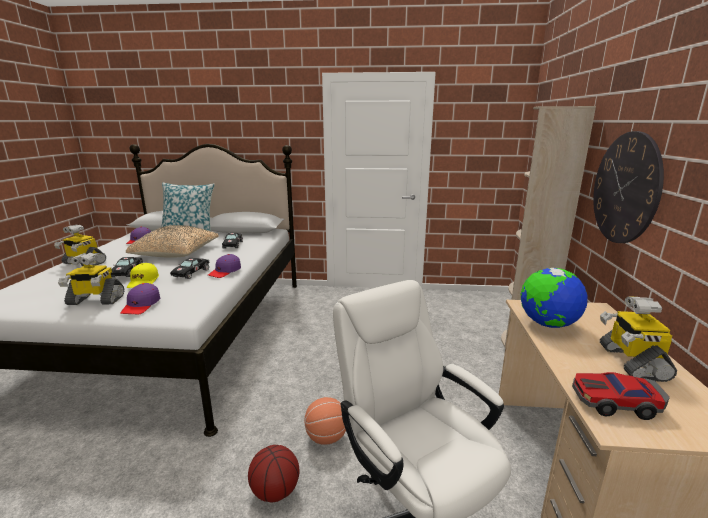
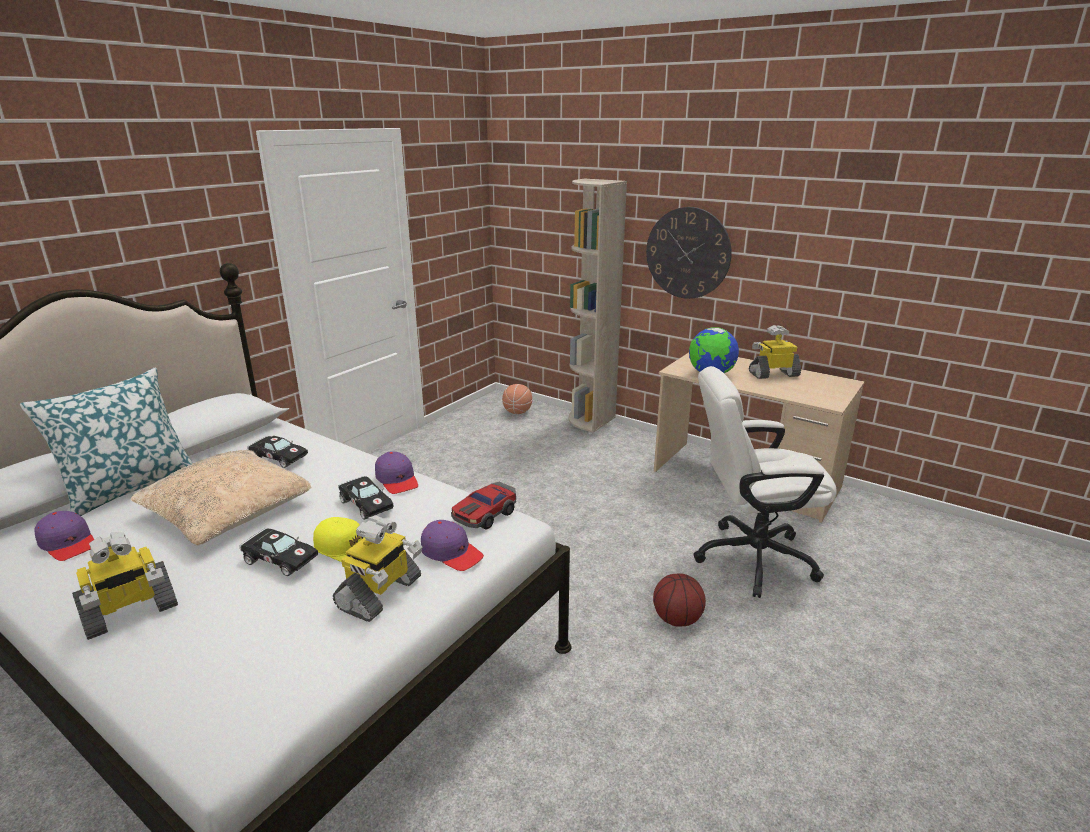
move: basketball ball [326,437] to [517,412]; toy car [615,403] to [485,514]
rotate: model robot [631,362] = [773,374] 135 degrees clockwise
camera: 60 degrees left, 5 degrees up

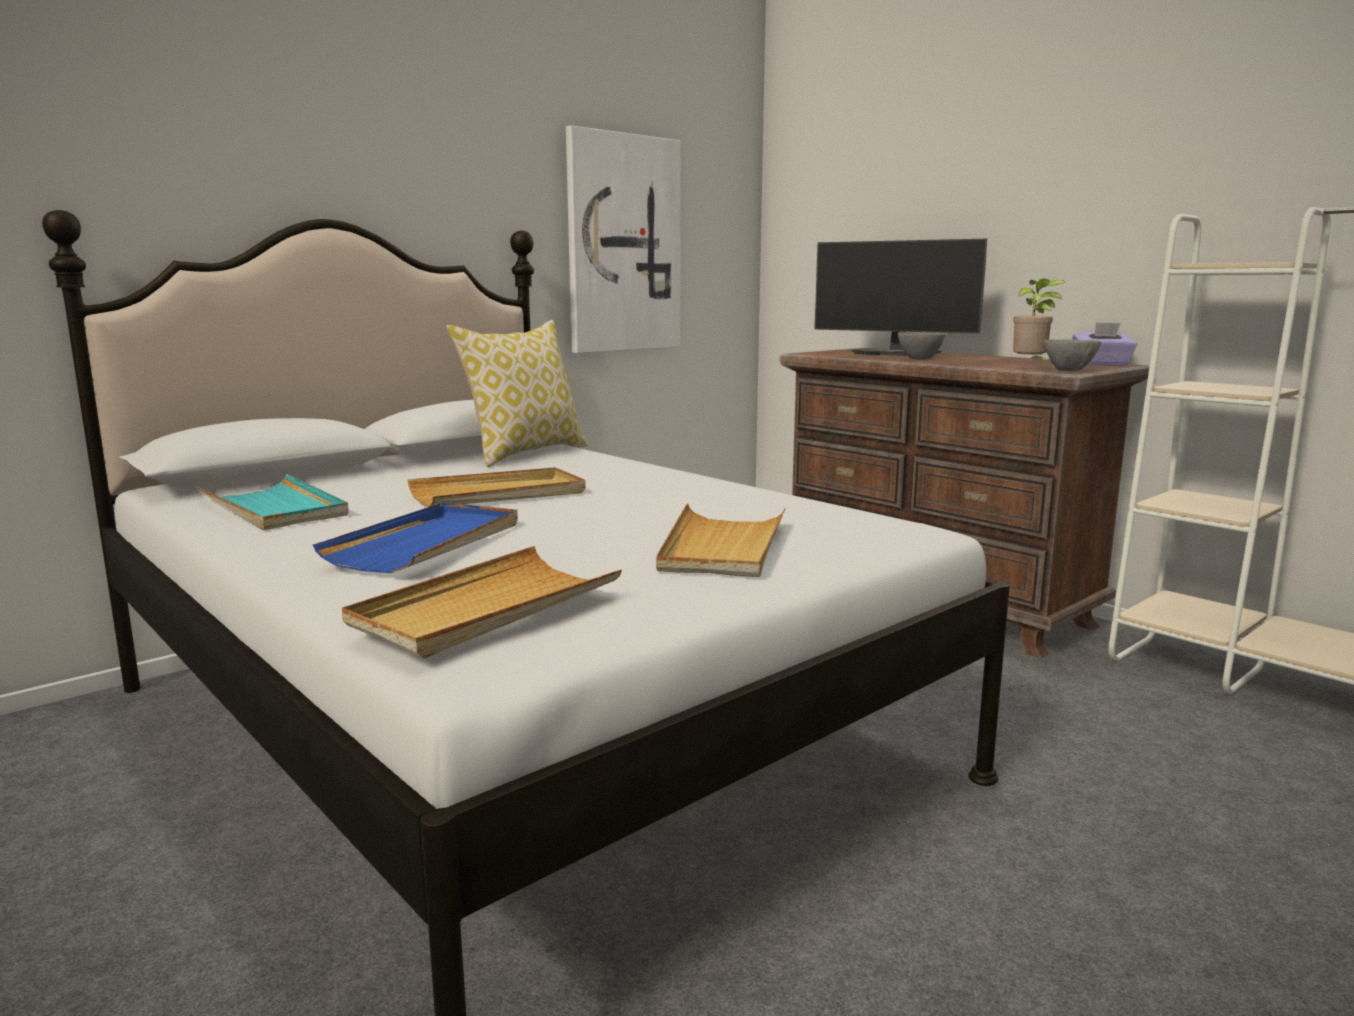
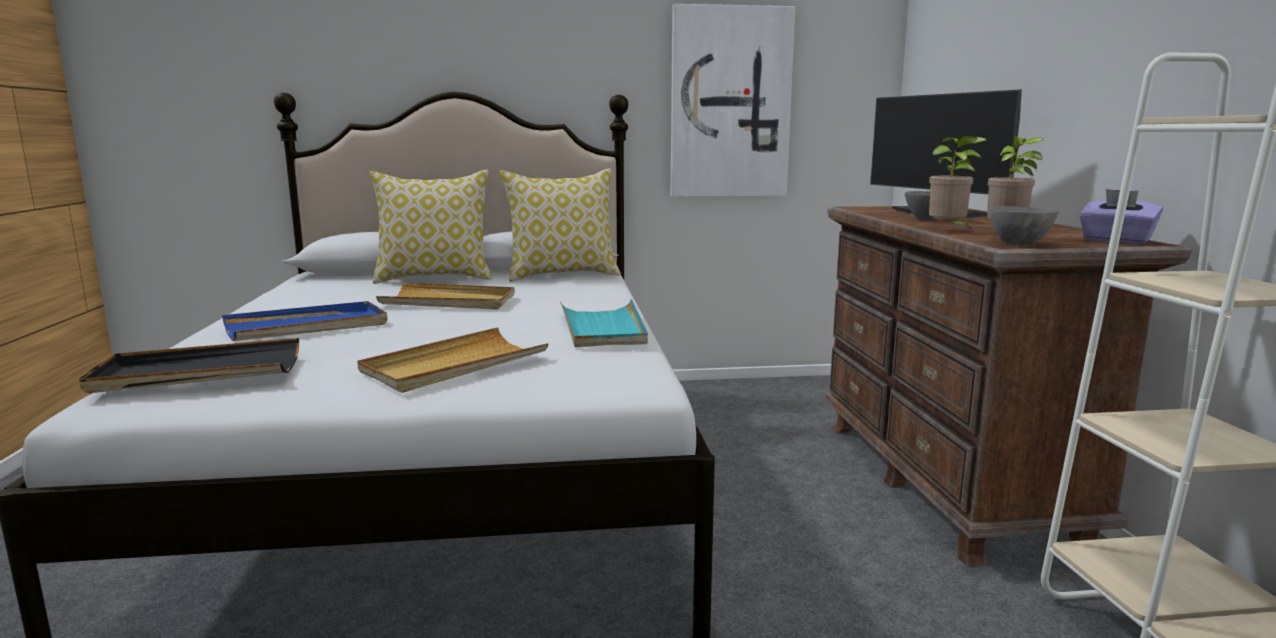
insert: pillow [435,278]; houseplant [949,231]
move: carrying tray (turquoise) [274,508] to [603,328]
recolor: carrying tray (sand-coloured) [486,608] to carrying tray (blackish) [198,372]
camera: 35 degrees right, 0 degrees up

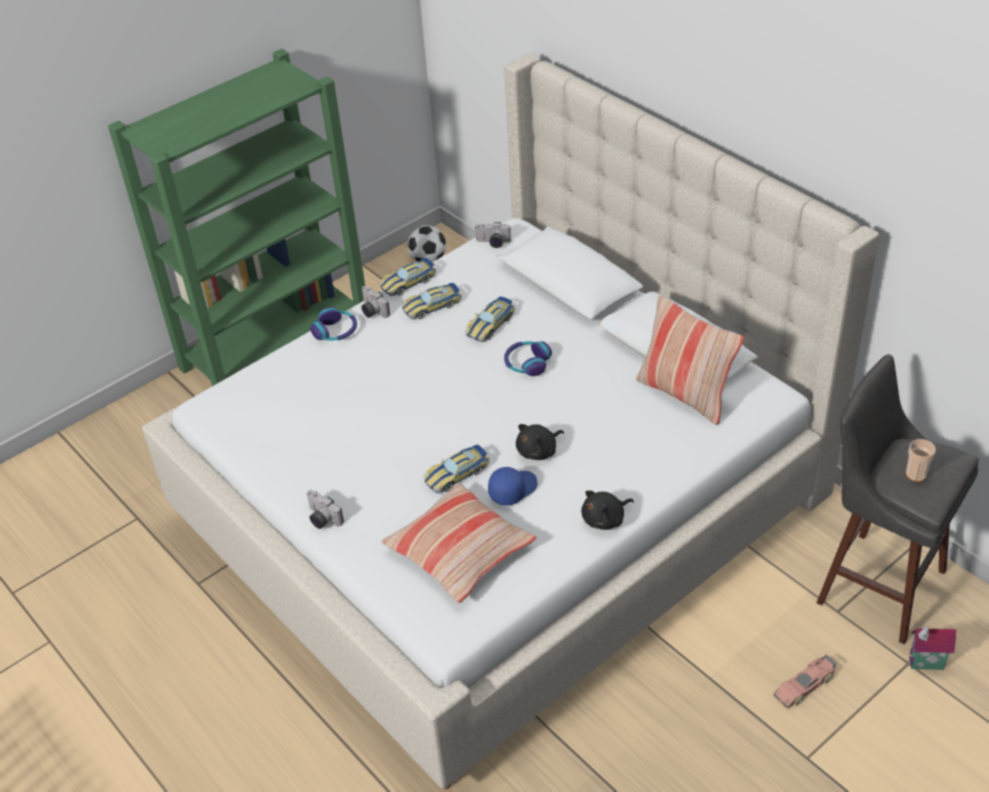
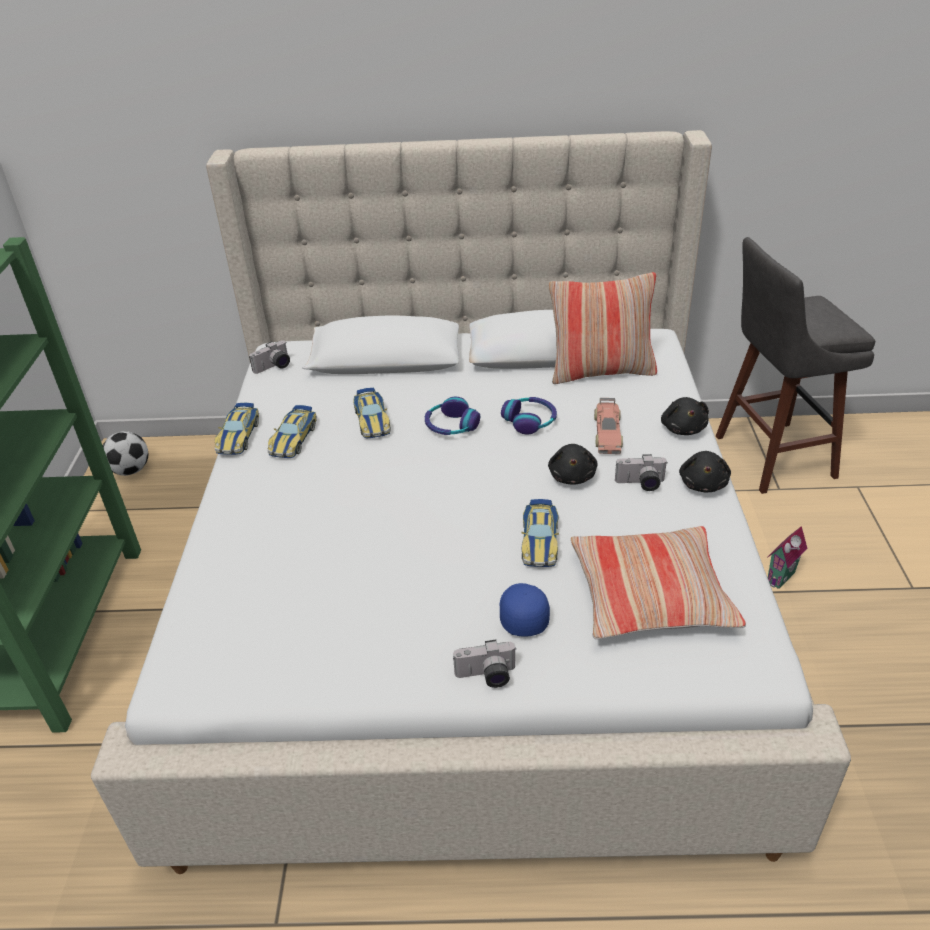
delete: small cup [916,474]
insert: cuddly toy (blackish) [683,428]
move: pair of headphones [336,331] to [530,421]; photo camera [372,311] to [640,484]; baseball cap (bluish) [512,489] to [522,613]; toy car [805,685] to [607,433]; miniature house [926,665] to [782,578]
camera: 50 degrees left, 5 degrees down

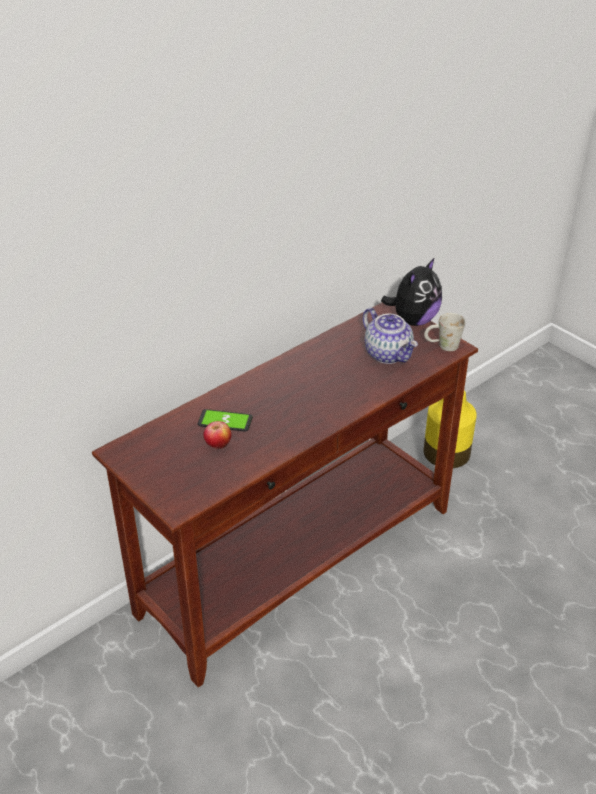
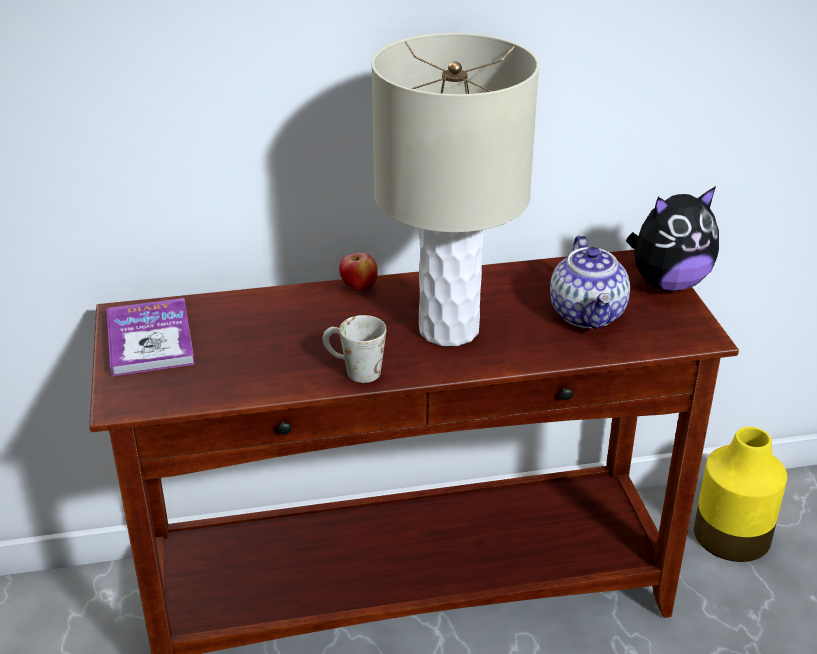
delete: phone [225,421]
insert: volume [150,340]; lamp for a table (sand-coloured) [449,329]
move: apple fruit [218,446] to [359,289]; mug (white-coloured) [442,346] to [353,370]
camera: 30 degrees right, 5 degrees down

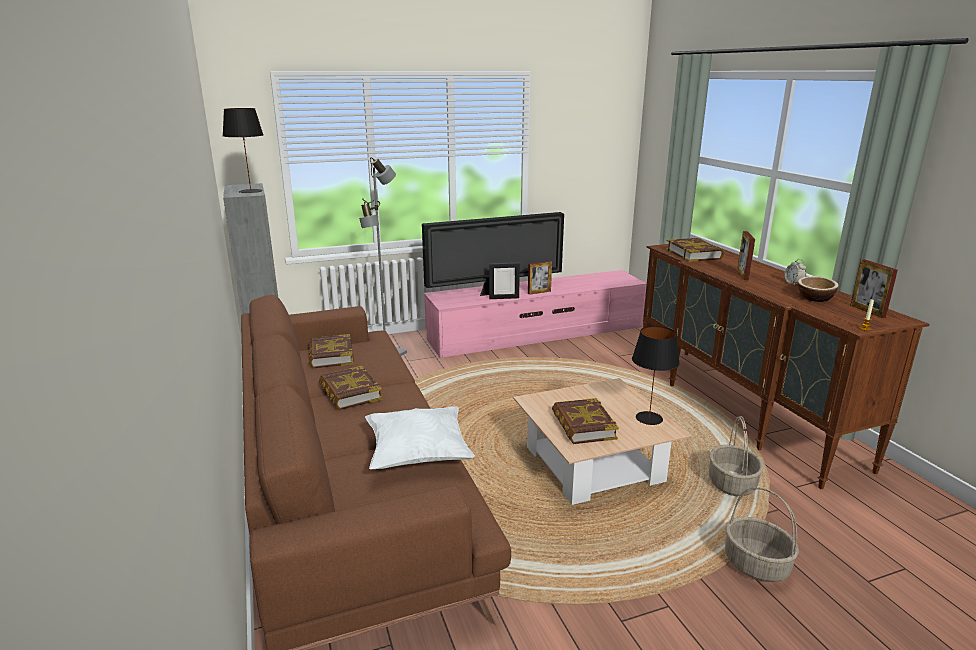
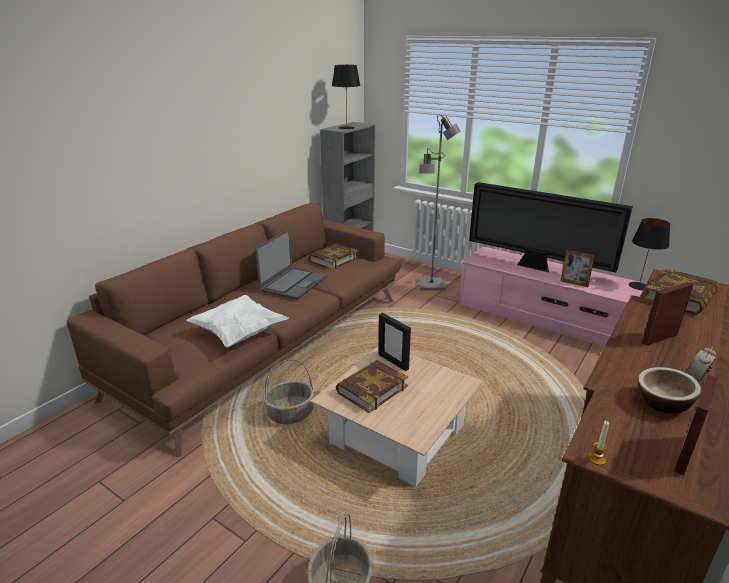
move: photo frame [504,298] to [394,361]; lamp for a table (blackish) [649,418] to [639,286]; household basket [732,484] to [290,414]
replace: volume [350,393] to laptop [293,284]
camera: 55 degrees right, 5 degrees up

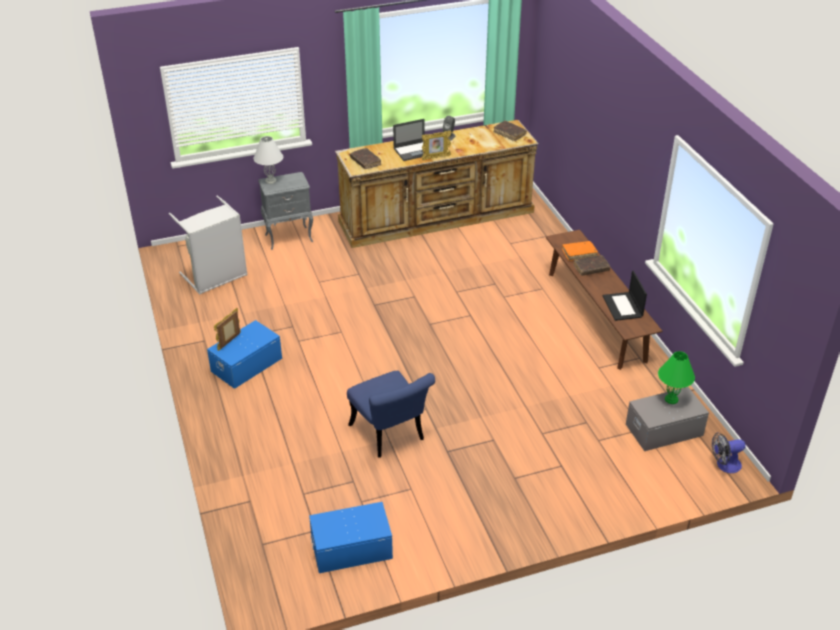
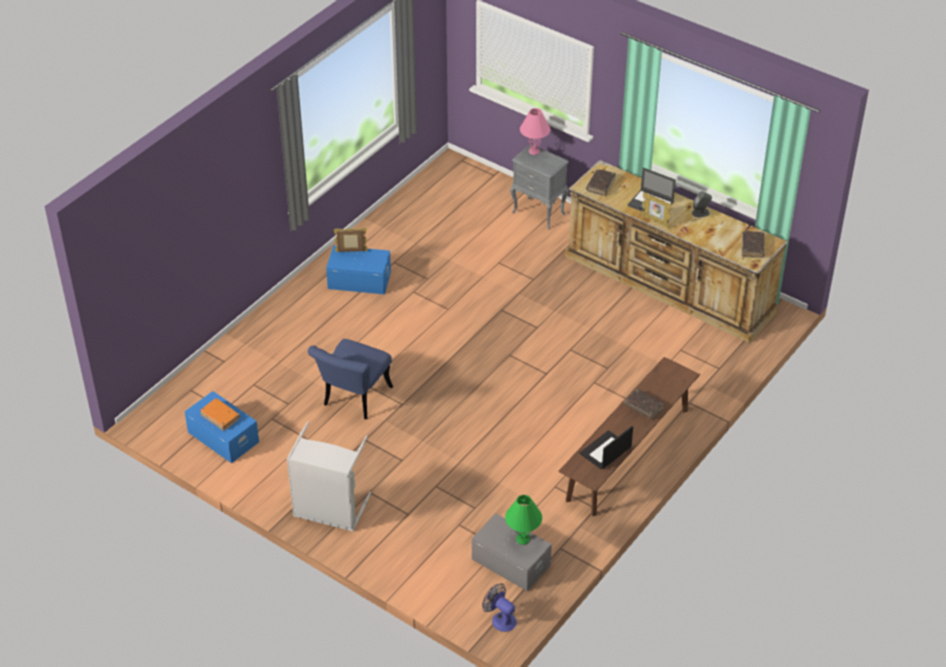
move: laundry basket (grey) [216,278] to [329,511]; volume (orangey) [579,253] to [220,417]
recolor: lamp for a table (white-coloured) [270,180] to lamp for a table (pinkish) [534,151]
camera: 55 degrees right, 5 degrees up

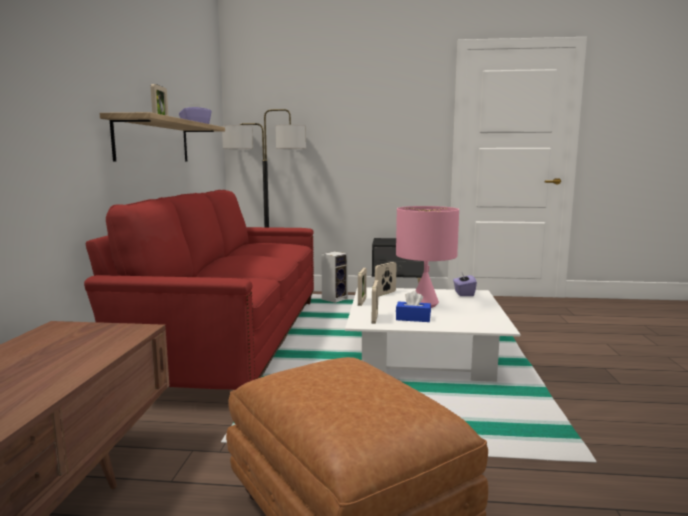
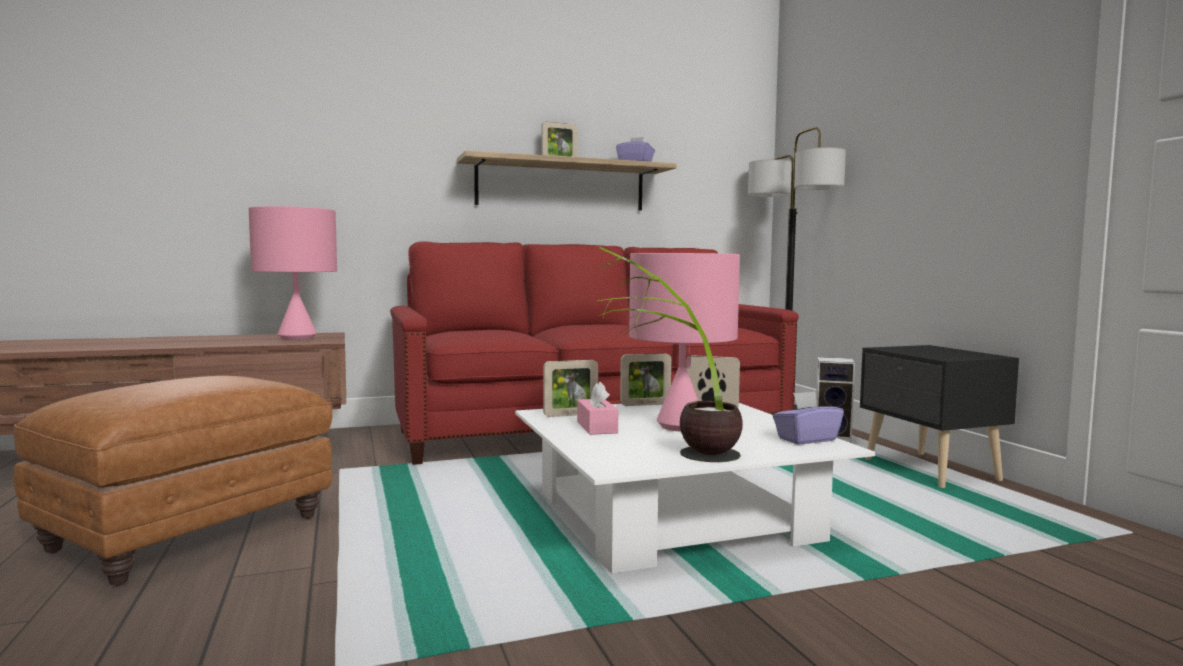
insert: lamp for a table (pinkish) [297,338]; houseplant [673,451]
recolor: tissue holder (bluish) [413,318] to tissue holder (pinkish) [597,427]
camera: 65 degrees right, 5 degrees down

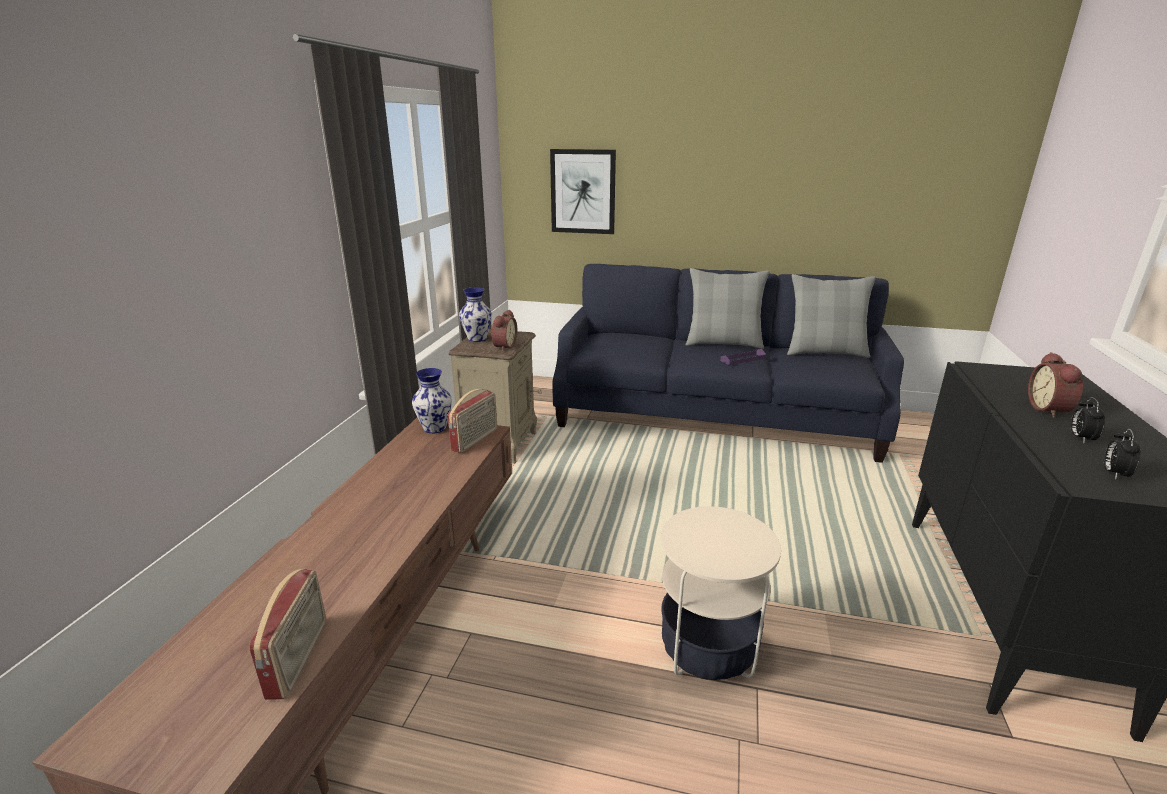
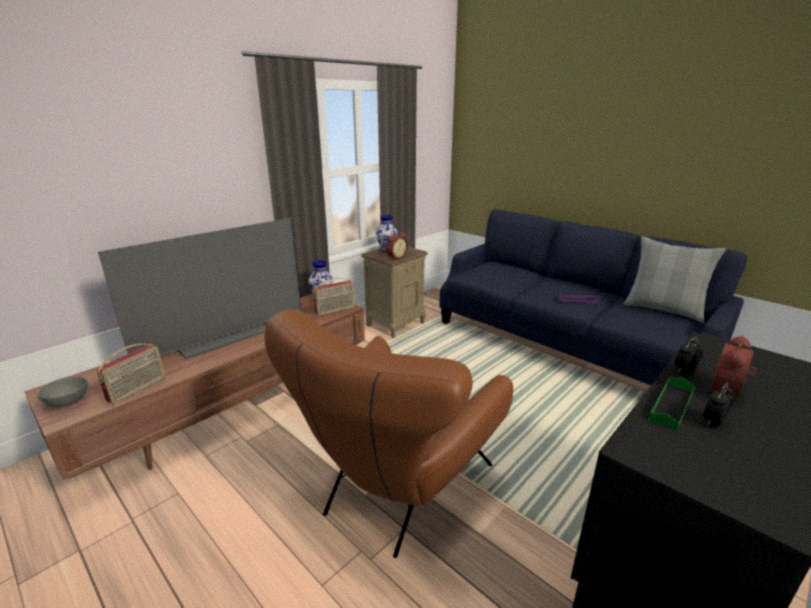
delete: picture [583,191]; pillow (grey) [723,343]
insert: serving bowl (grey) [66,402]; television [222,336]; carrying tray (greenish) [671,405]
move: table clock [1114,474] to [684,370]
replace: accent table (sand-coloured) [707,650] to lounge chair (brown) [396,491]
camera: 30 degrees right, 0 degrees up

